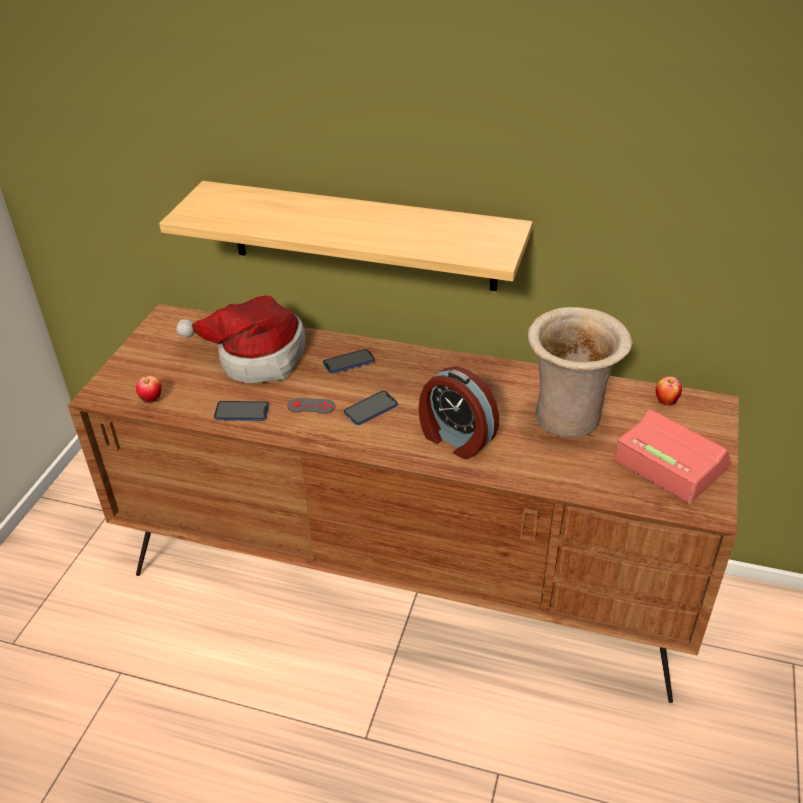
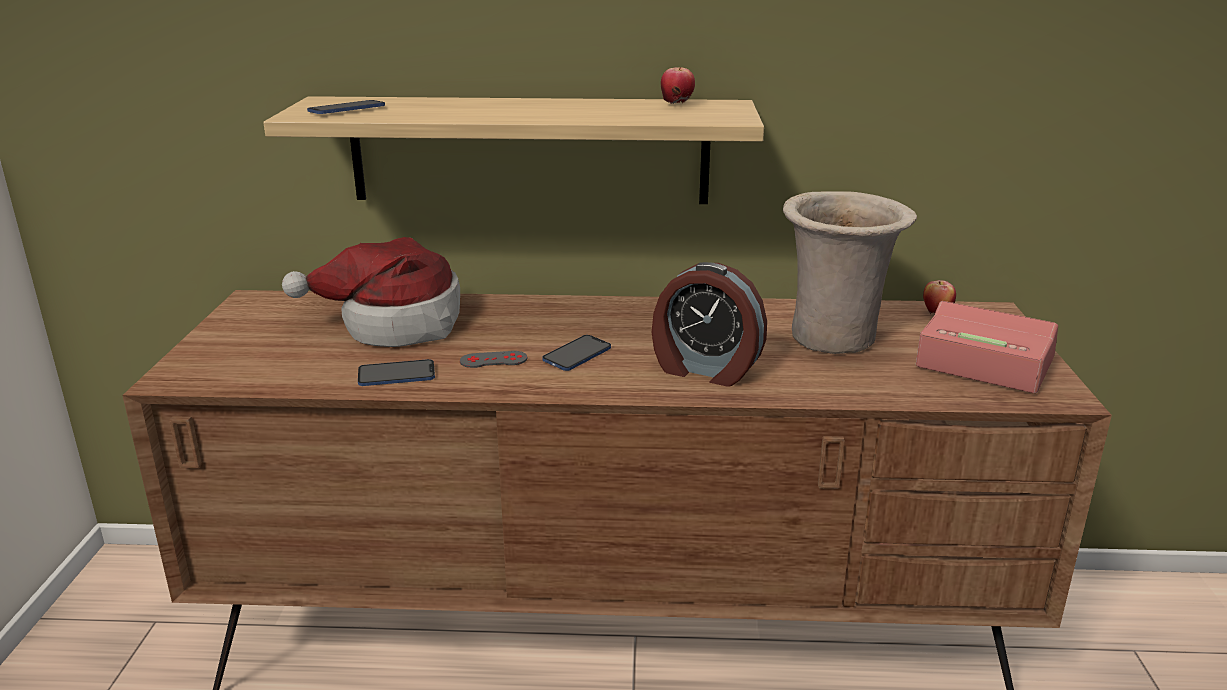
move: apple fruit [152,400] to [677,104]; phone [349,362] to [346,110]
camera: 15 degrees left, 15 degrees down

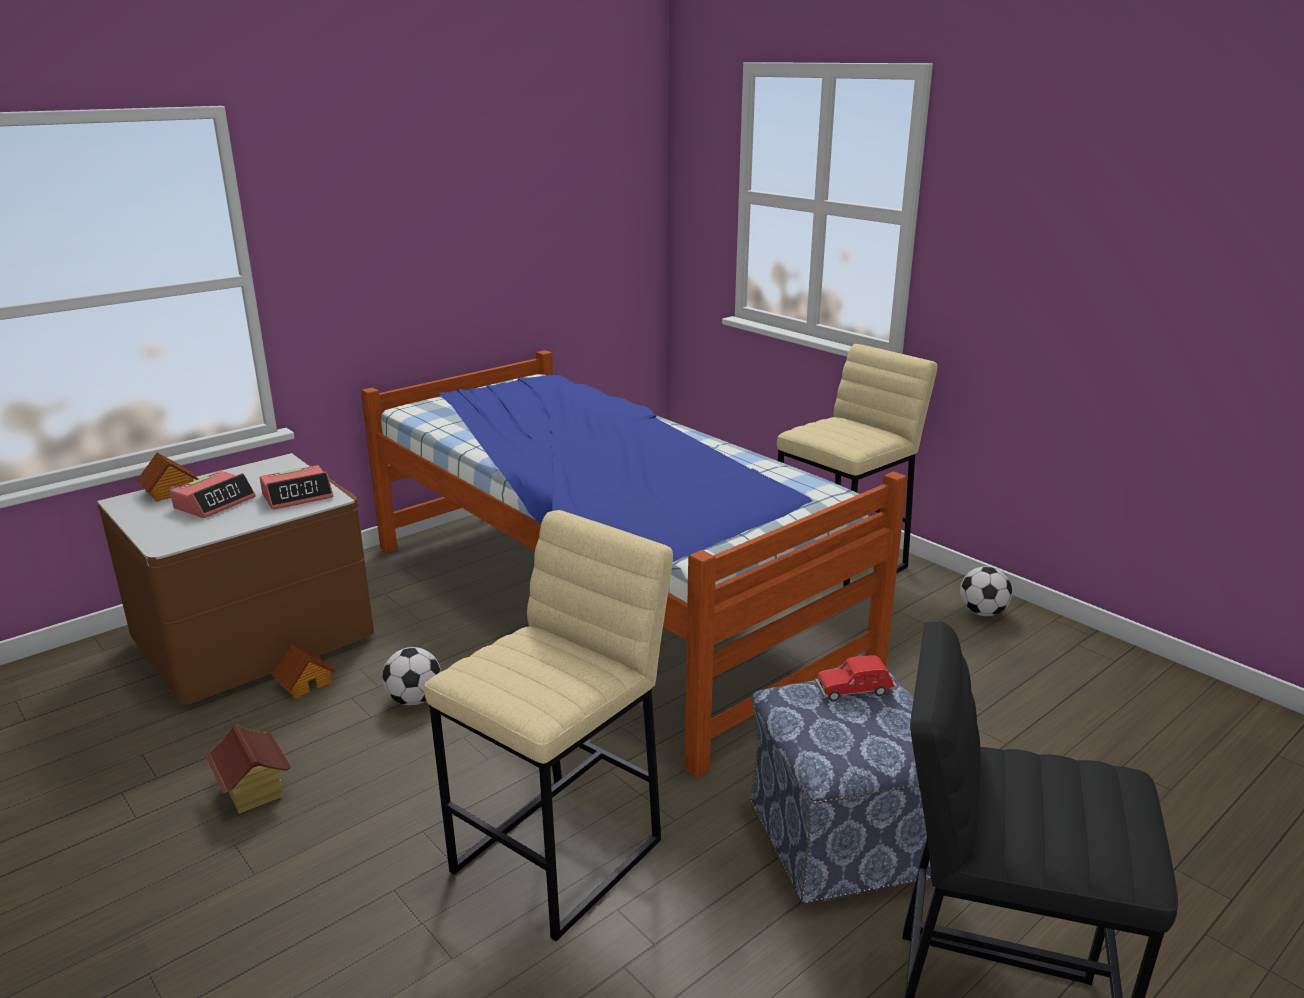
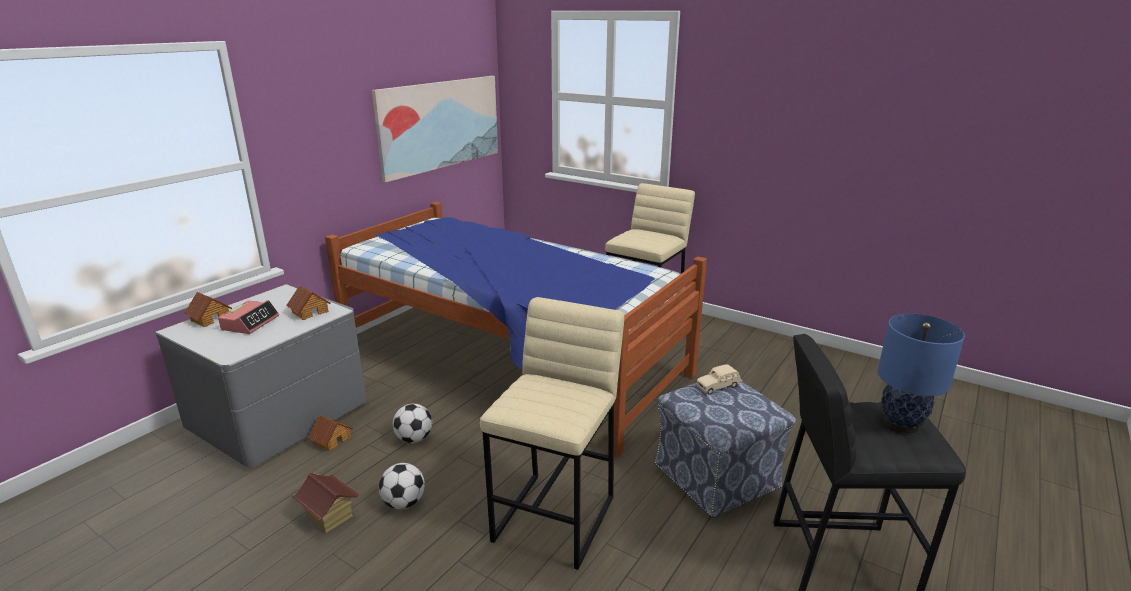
insert: picture [441,125]; lamp for a table (bluish) [901,423]
move: football [982,612] to [404,503]
replace: table clock [298,496] to miniature house [310,312]
recolor: night table (brown) [255,640] to night table (grey) [280,417]; toy car (red) [855,691] to toy car (sand-coloured) [718,387]
camera: 15 degrees left, 0 degrees up

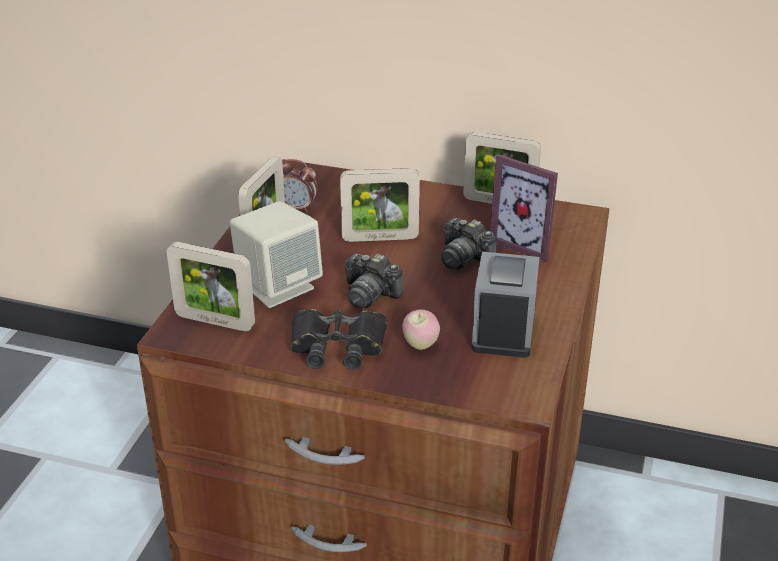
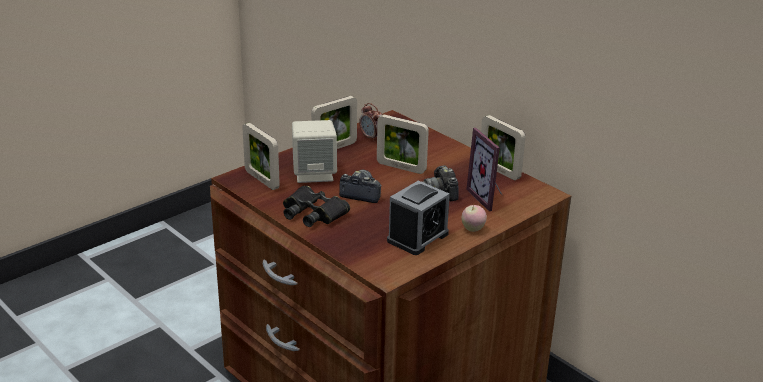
move: apple fruit [420,344] to [473,229]
rotate: photo camera [370,294] = [361,194] 135 degrees clockwise
camera: 30 degrees right, 5 degrees down

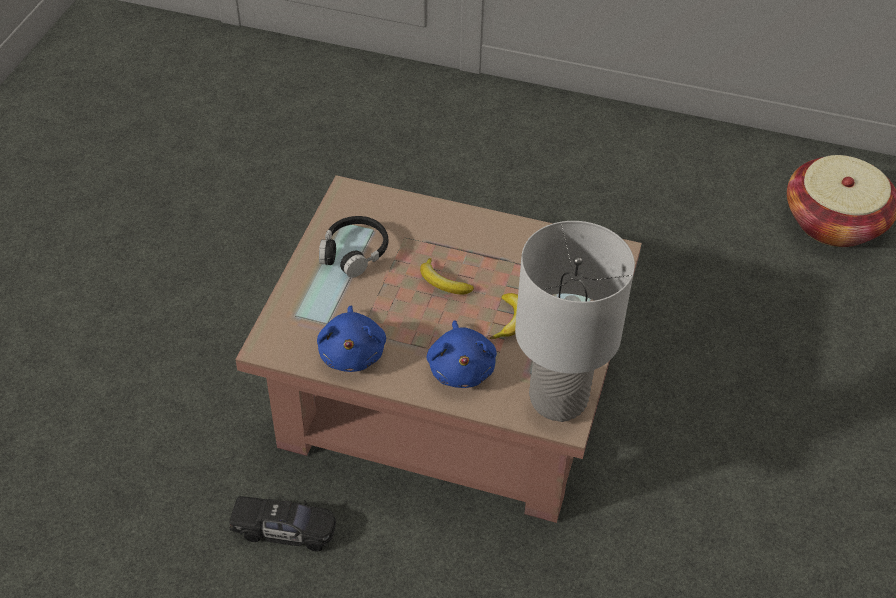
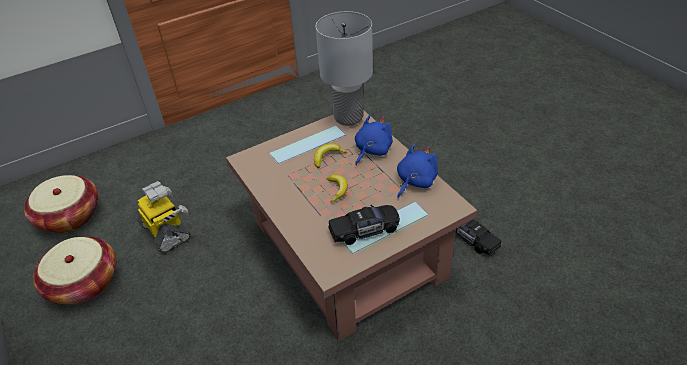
insert: household basket [84,283]; model robot [166,231]
replace: pair of headphones (blackish) [354,252] to toy car (blackish) [365,230]
camera: 135 degrees left, 5 degrees down

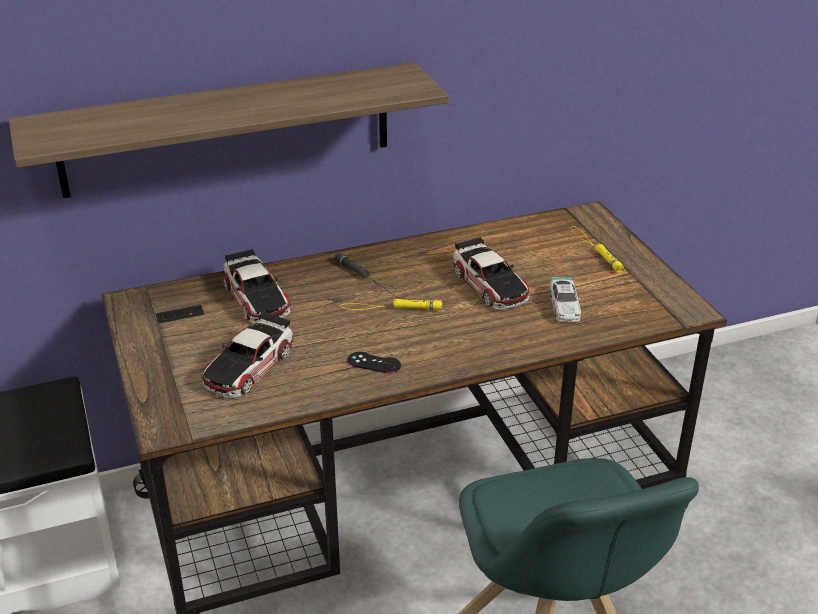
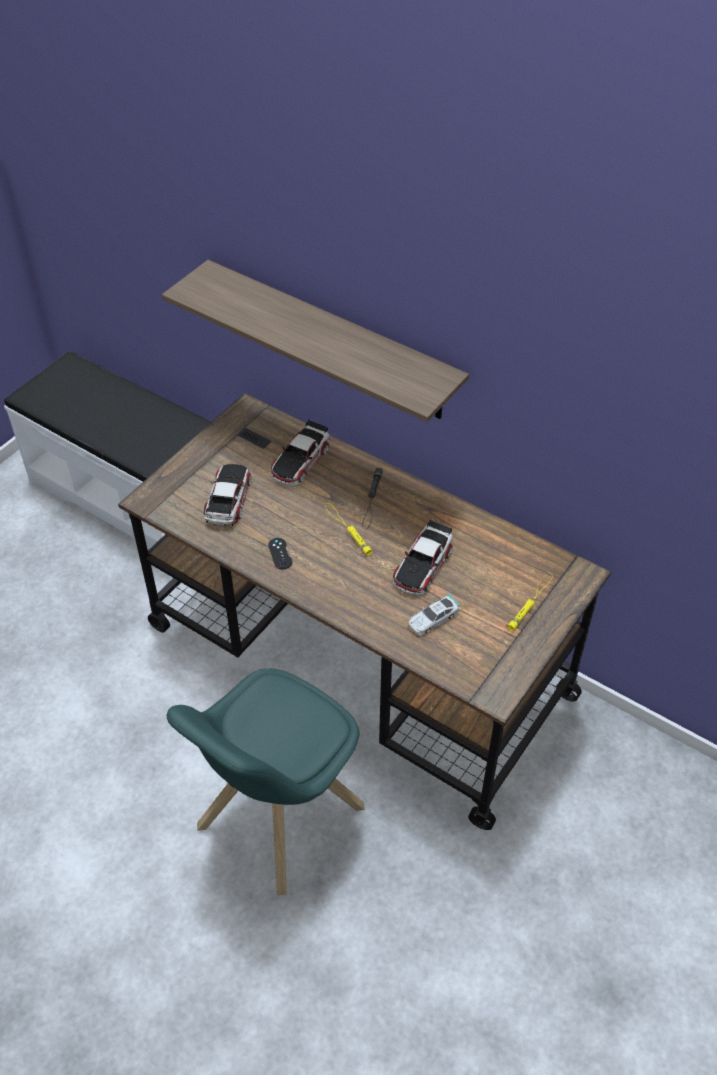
rotate: toy car [248,366] = [228,499] 105 degrees clockwise
camera: 55 degrees right, 15 degrees up

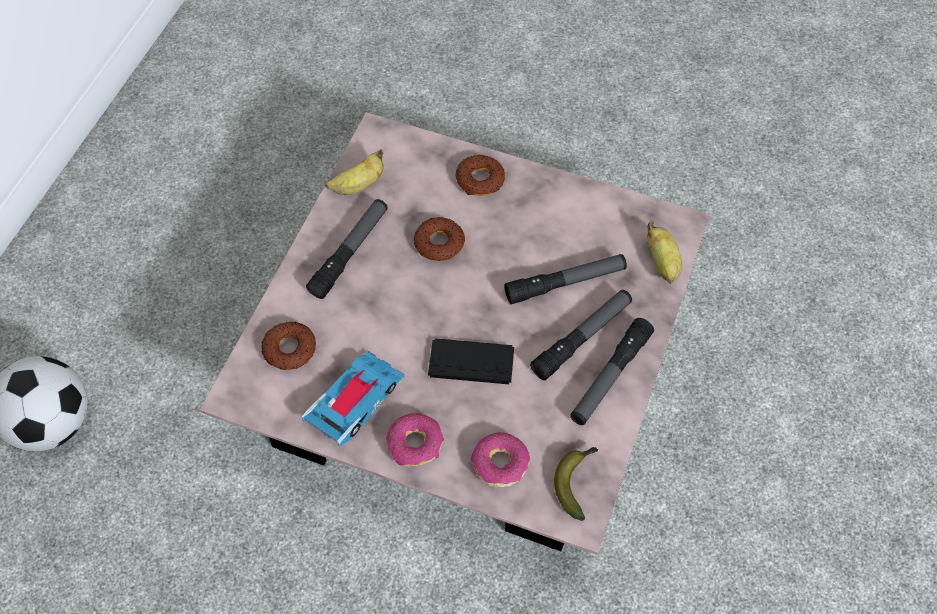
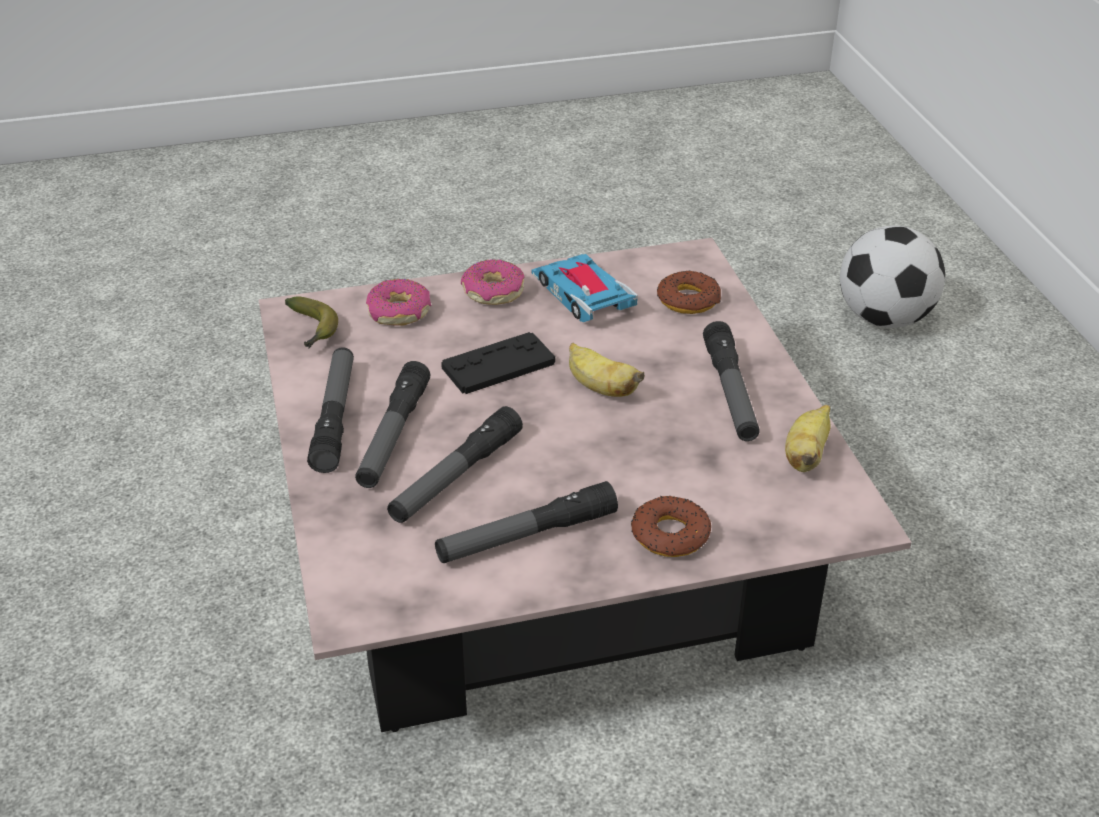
delete: donut [439,243]
insert: torch [526,535]
move: whole banana [663,263] to [600,388]
rotate: toy car [355,400] = [582,294] 150 degrees clockwise
camera: 145 degrees right, 20 degrees down

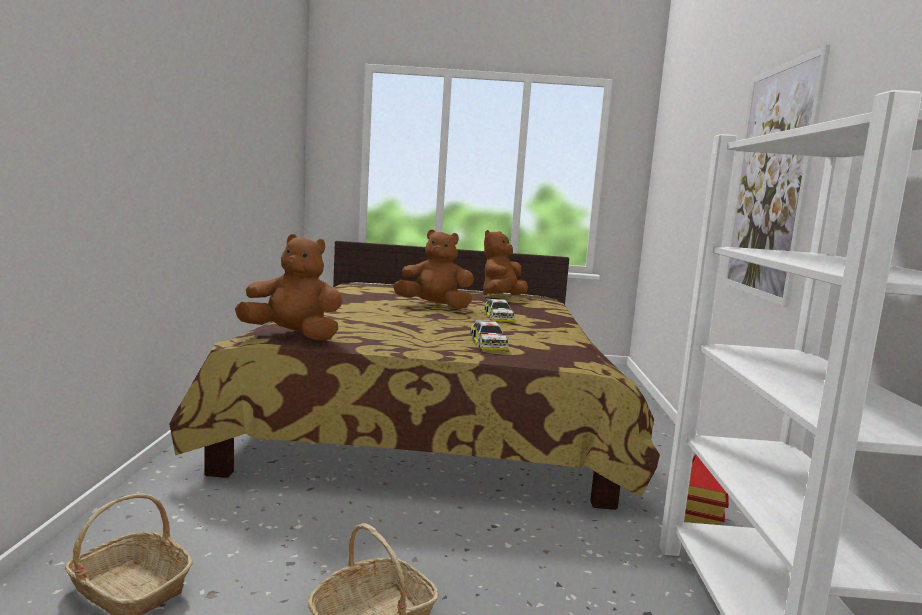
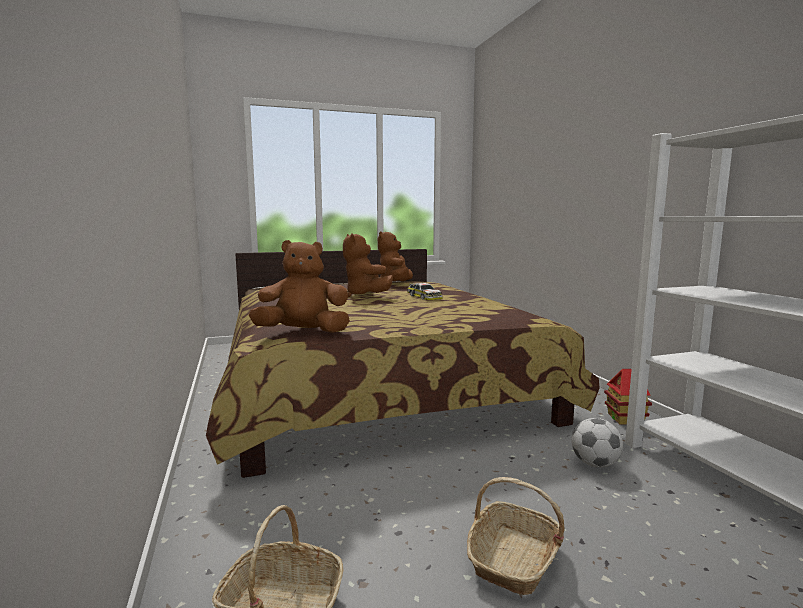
delete: toy car [488,343]; picture [770,182]
insert: football [595,464]
rotate: cuddly toy (brown) [434,306] = [365,295] 105 degrees counterclockwise
camera: 20 degrees left, 0 degrees up

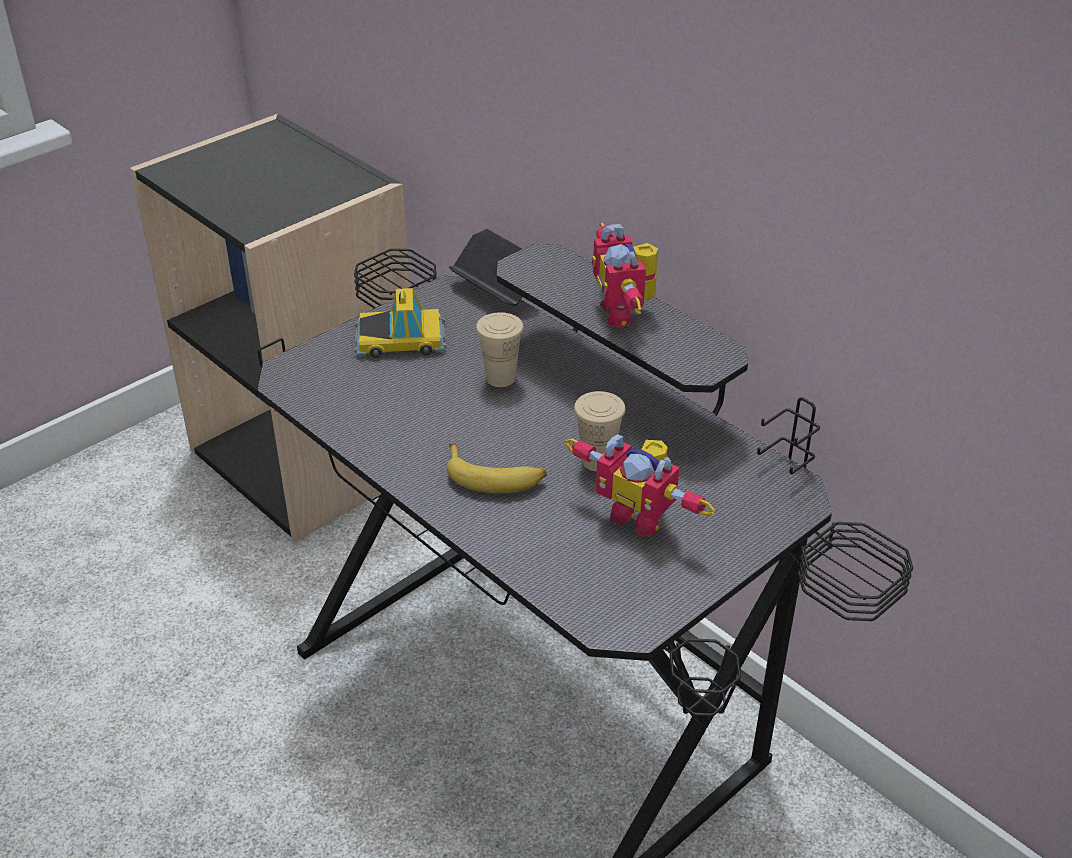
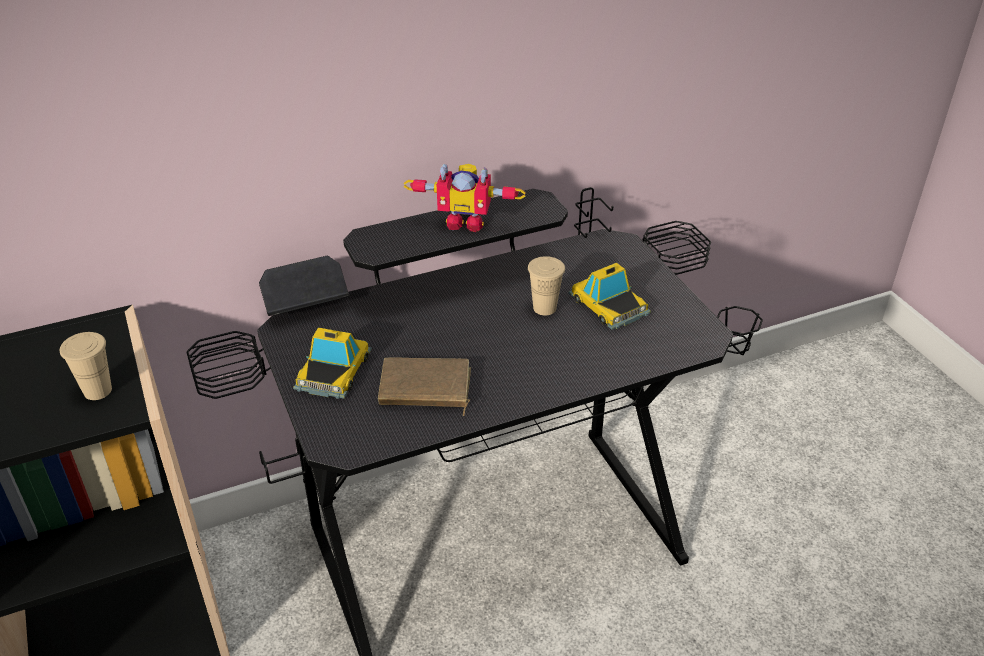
delete: whole banana [495,477]
insert: volume (brown) [424,389]
move: small cup (sand-coloured) [500,378] to [97,391]
replace: model robot [640,516] to toy car [608,305]
camera: 70 degrees left, 0 degrees up

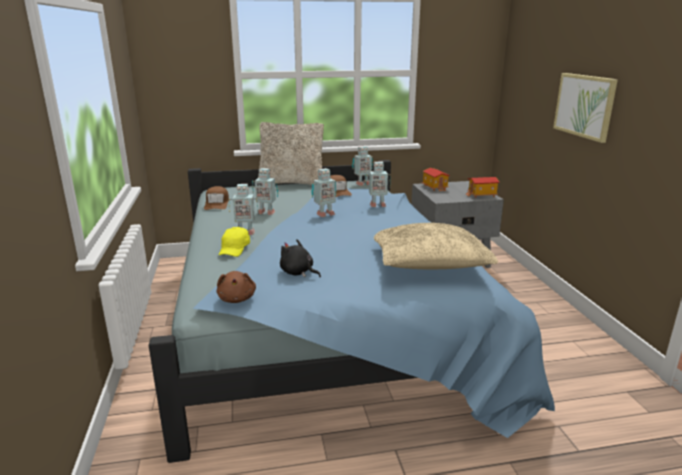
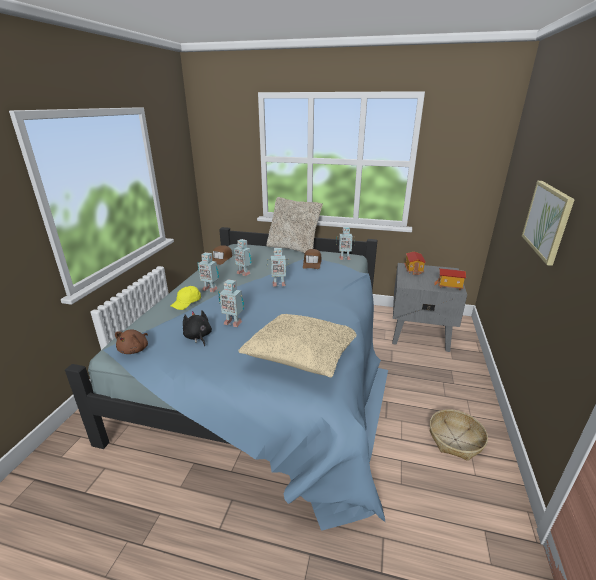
insert: household basket [455,440]
move: model robot [377,205] to [233,322]
camera: 25 degrees right, 5 degrees up

